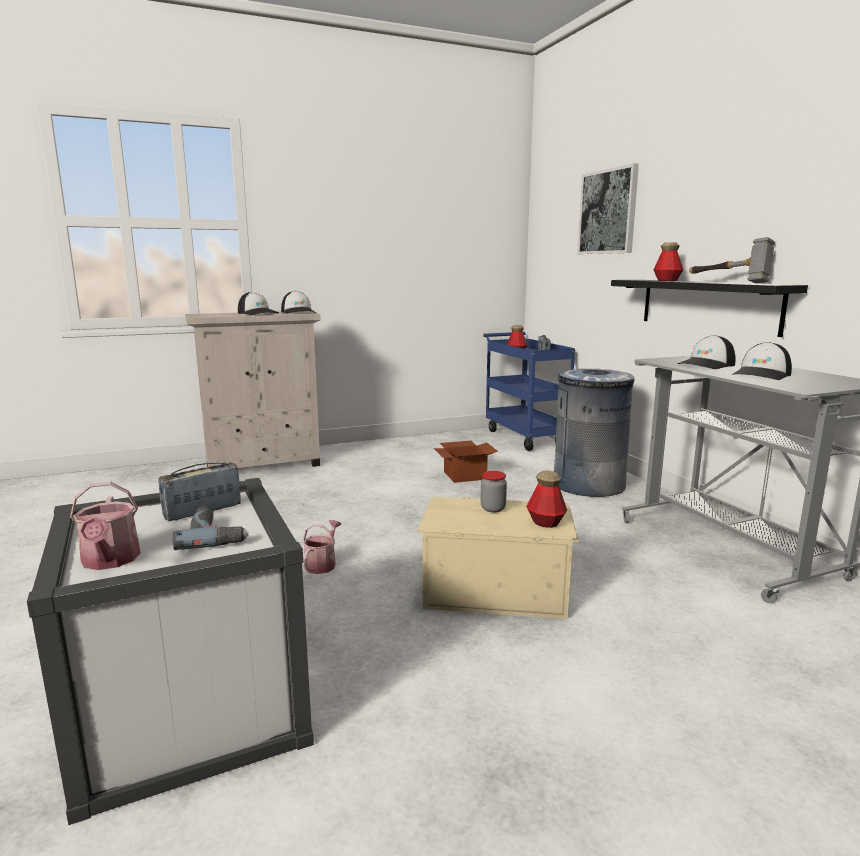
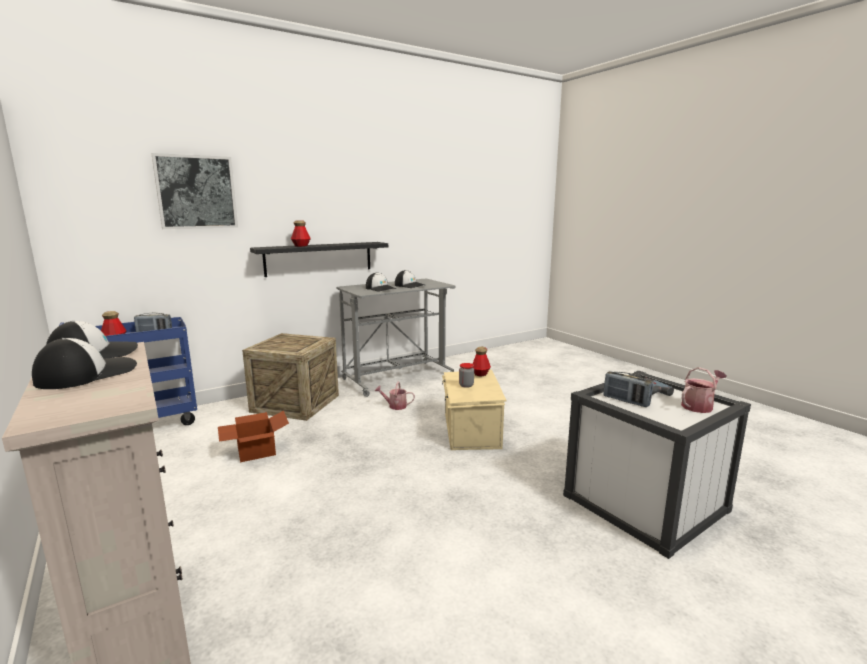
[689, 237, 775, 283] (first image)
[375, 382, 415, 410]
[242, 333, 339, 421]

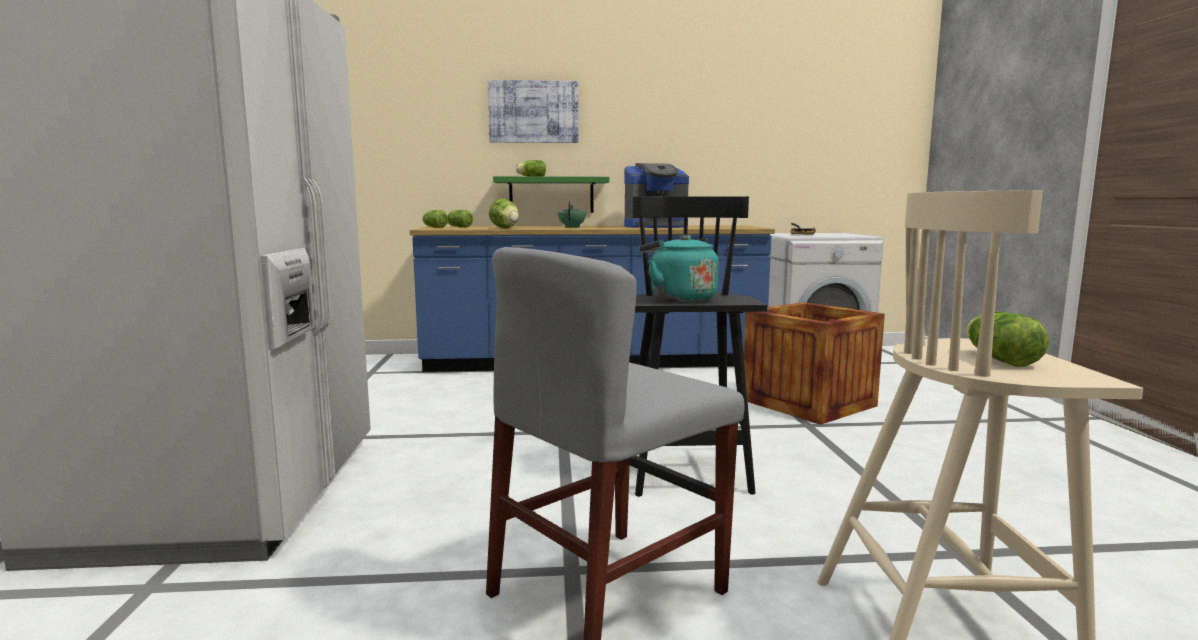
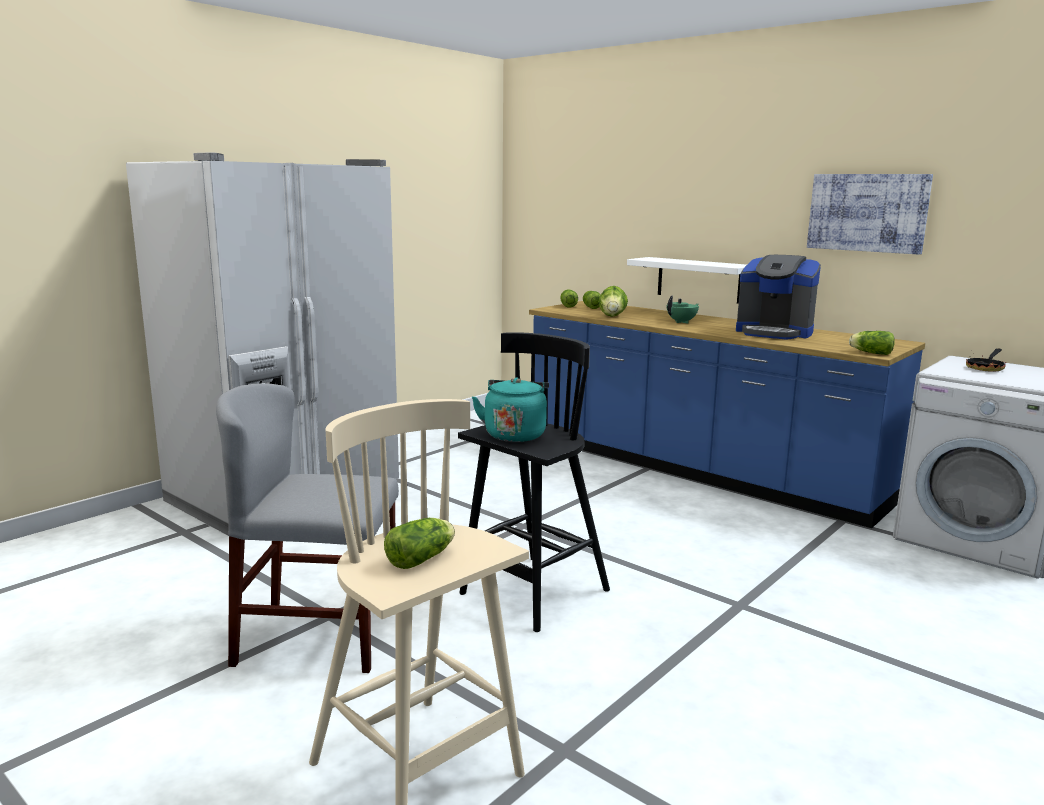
[744, 302, 885, 425] (first image)
[807, 174, 933, 255]
[849, 331, 895, 355]
[627, 257, 746, 304]

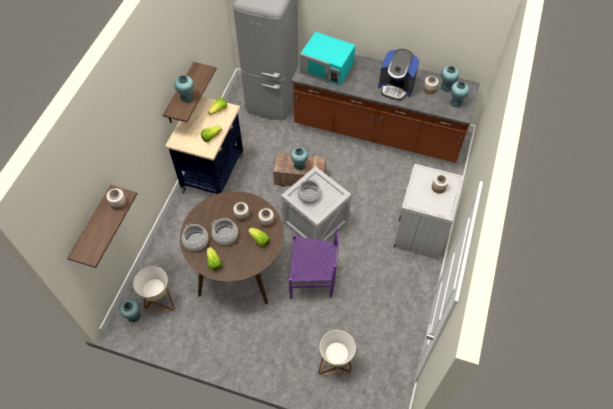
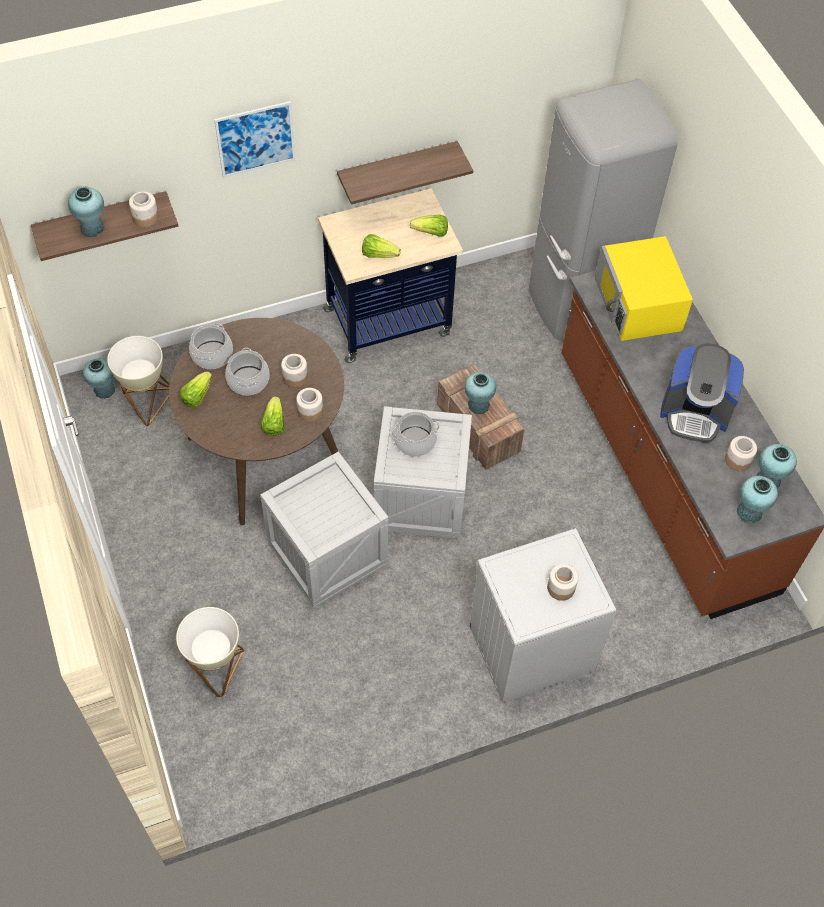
[214, 101, 296, 178]
[68, 187, 104, 237]
[260, 452, 388, 608]
[595, 236, 693, 341]
[660, 343, 744, 442]

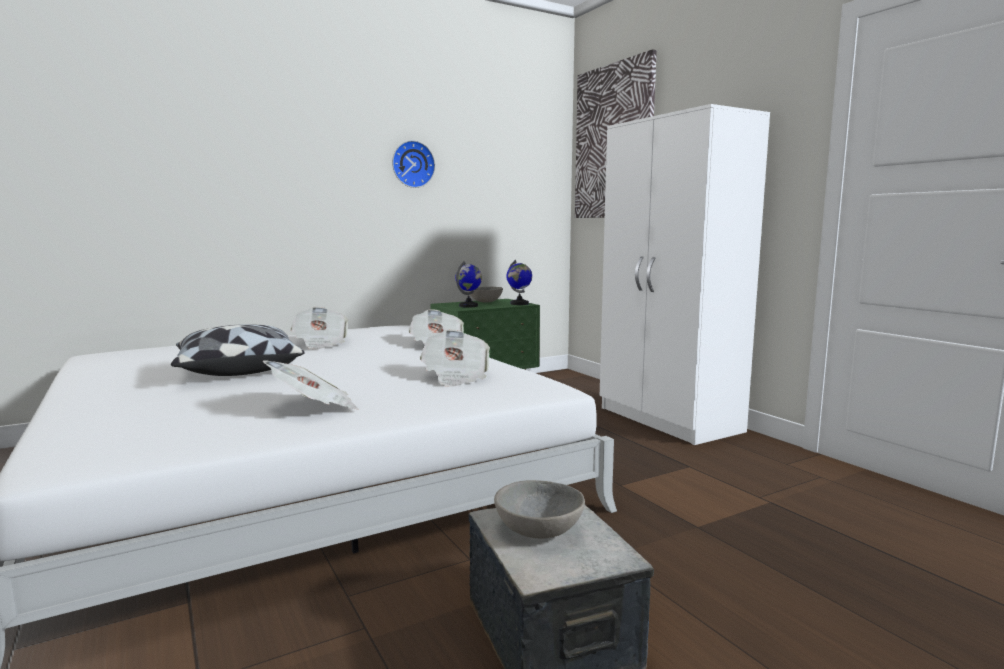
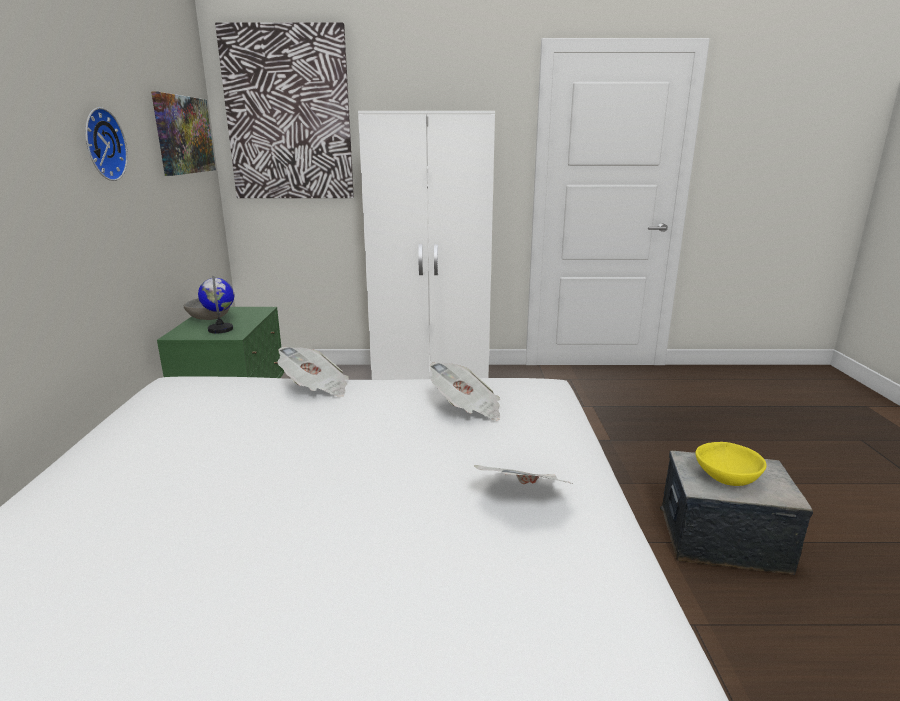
[171, 325, 305, 376] (first image)
[290, 307, 348, 349] (first image)
[506, 260, 532, 305] (first image)
[151, 92, 216, 176]
[695, 442, 767, 486]

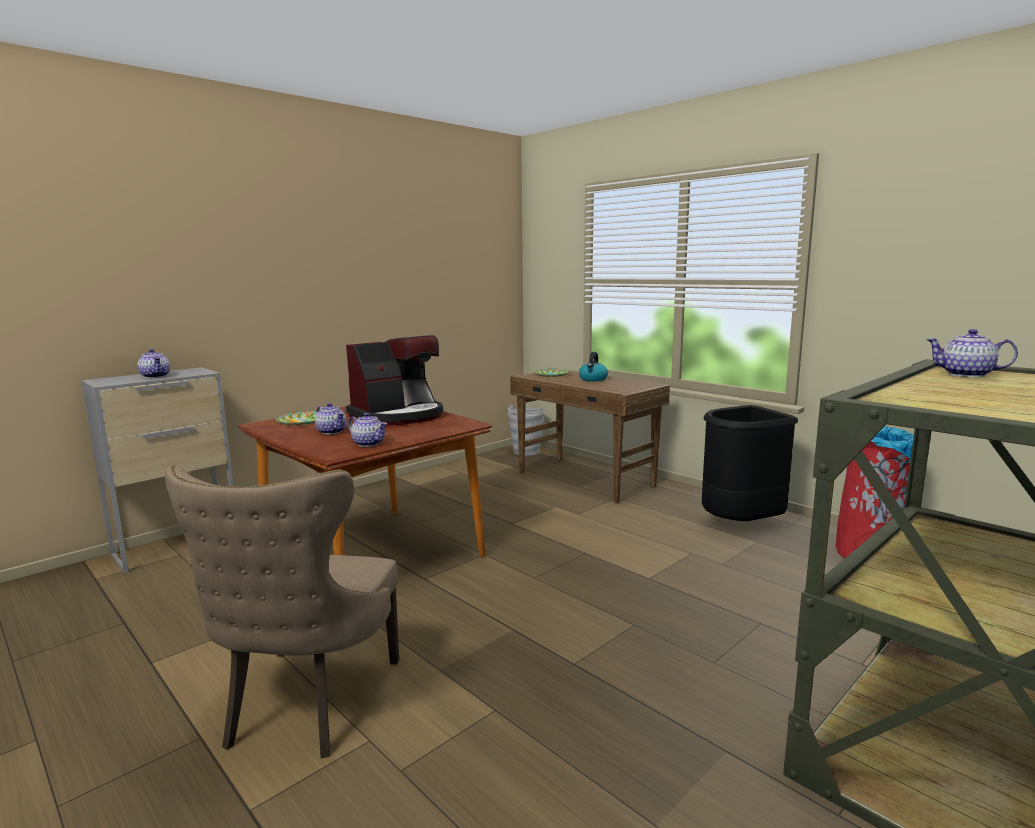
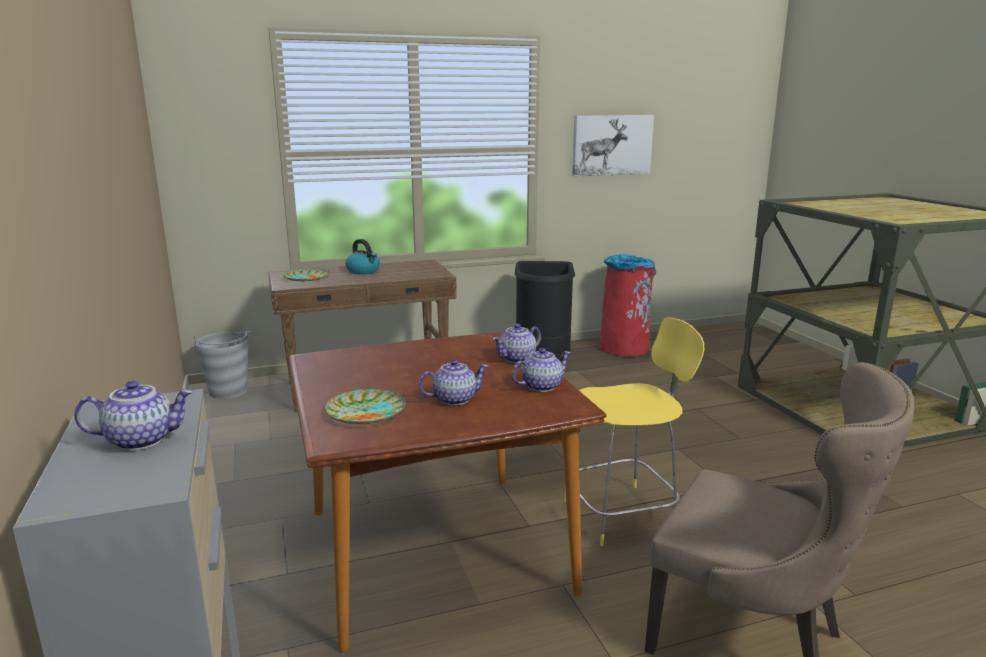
[346, 335, 443, 425] (first image)
[564, 317, 704, 546]
[572, 115, 654, 176]
[493, 324, 541, 363]

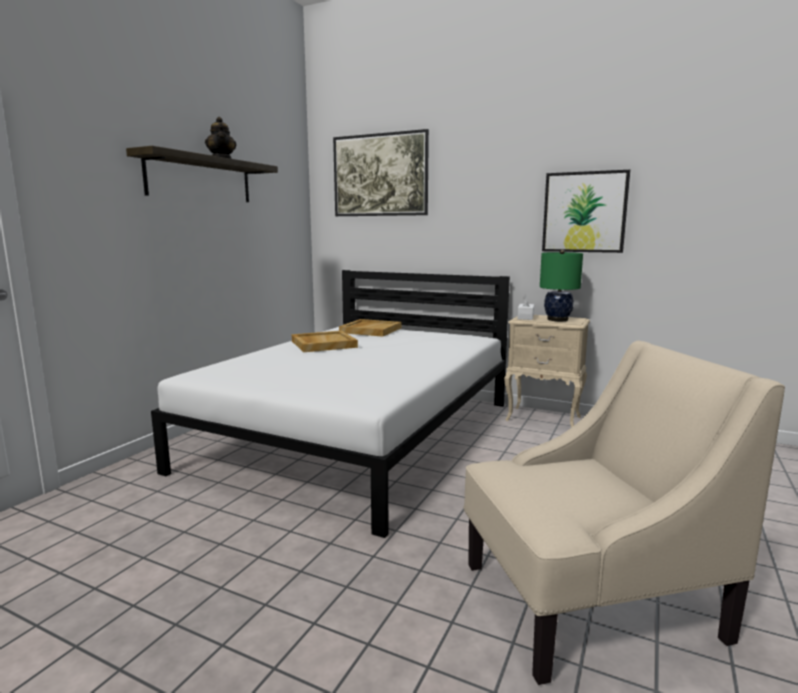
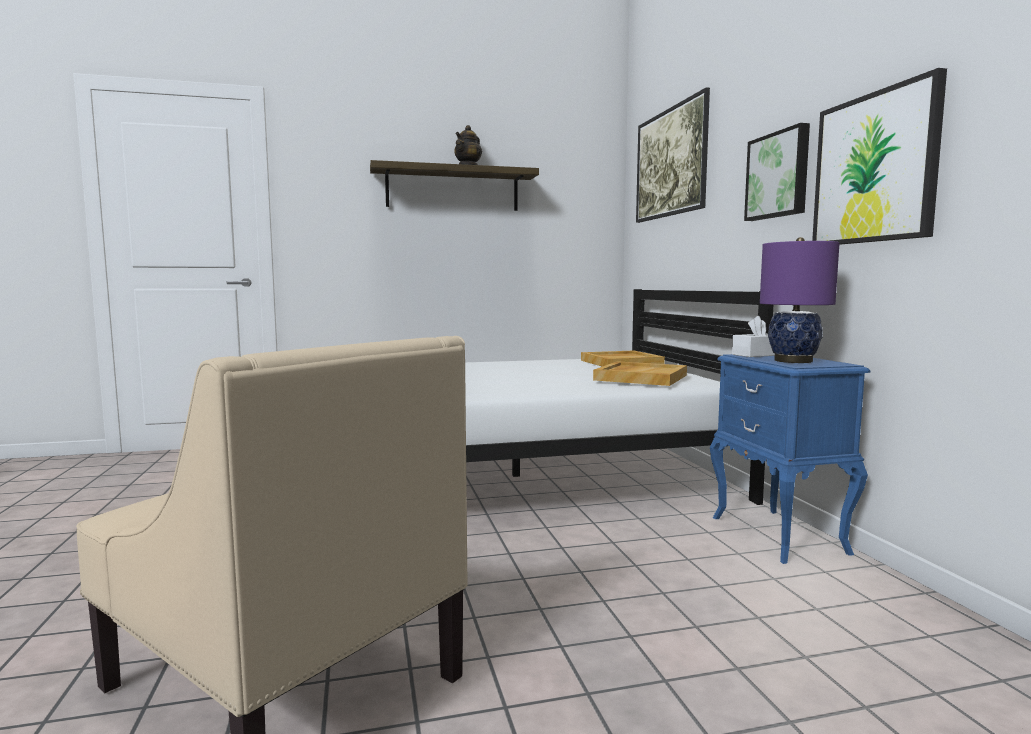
[744, 123, 810, 221]
[593, 361, 687, 386]
[710, 354, 870, 564]
[760, 237, 840, 363]

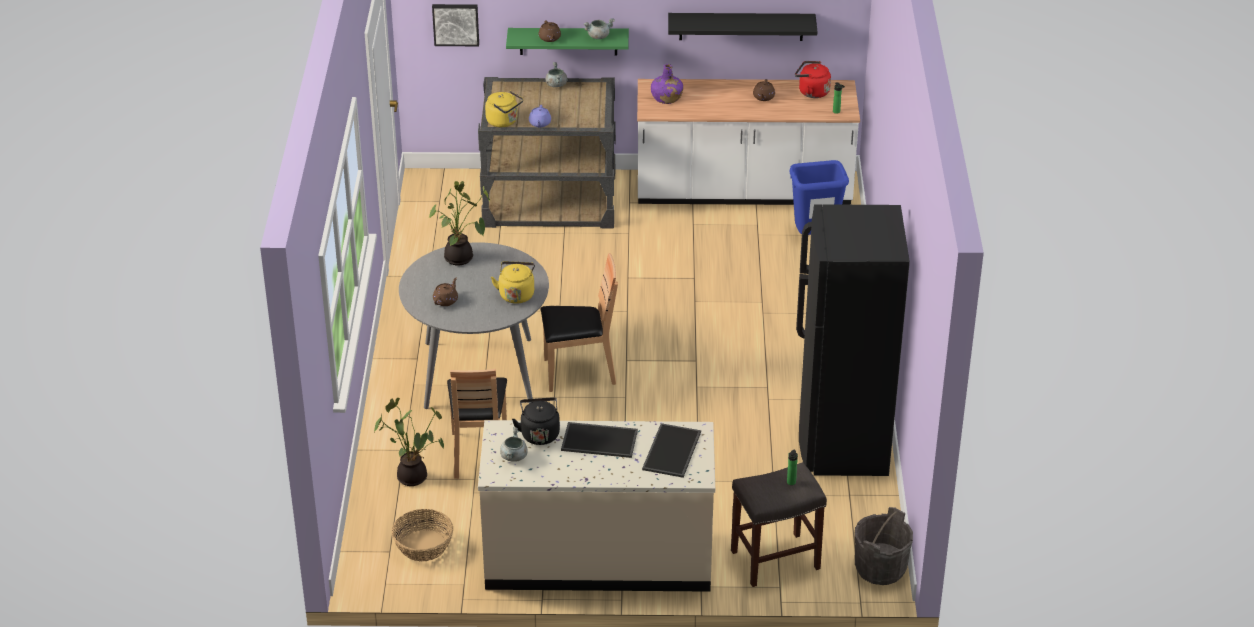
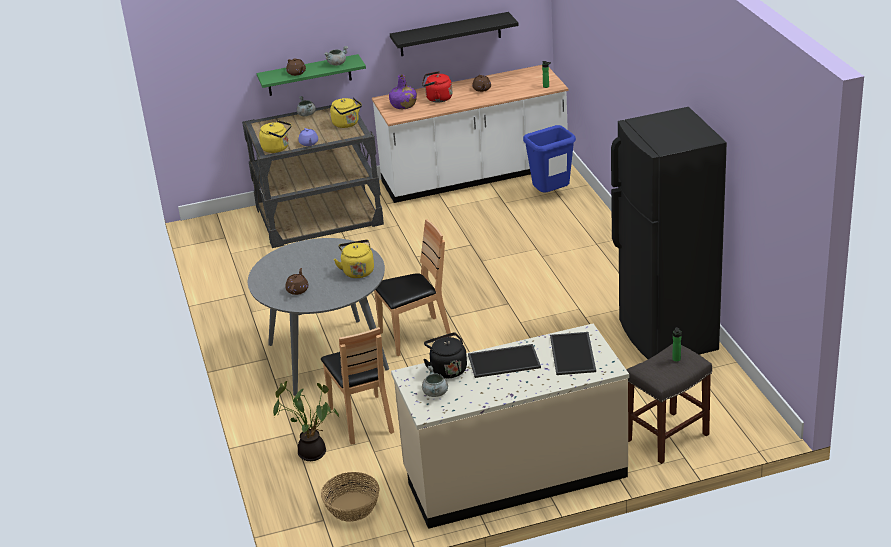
[429, 181, 490, 265] (first image)
[432, 4, 479, 46] (first image)
[855, 507, 913, 585] (first image)
[330, 97, 362, 128]
[422, 71, 453, 103]

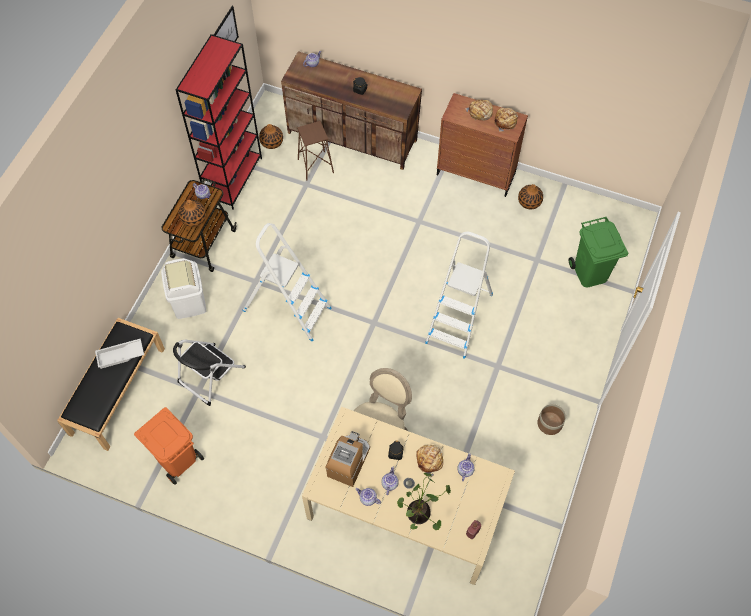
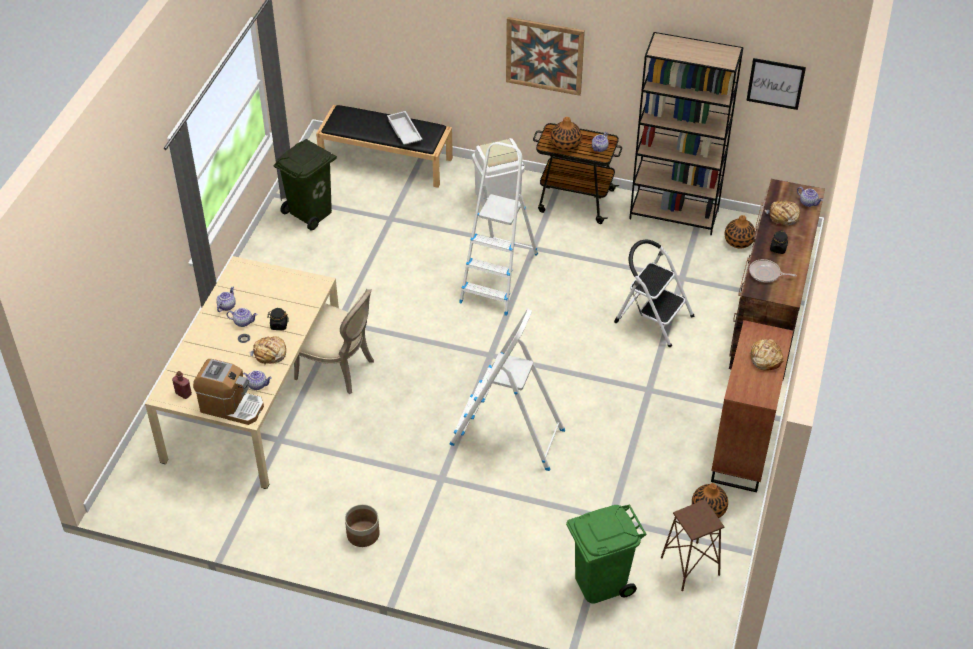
[397, 473, 451, 530] (first image)
[506, 17, 585, 96]
[749, 259, 797, 282]
[614, 240, 694, 347]
[661, 500, 724, 591]
[193, 359, 264, 425]
[765, 200, 800, 226]
[273, 139, 337, 231]
[629, 32, 743, 235]

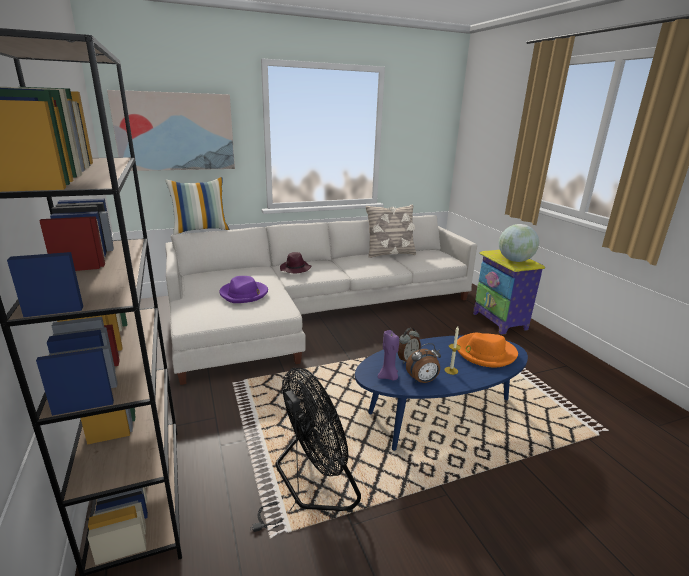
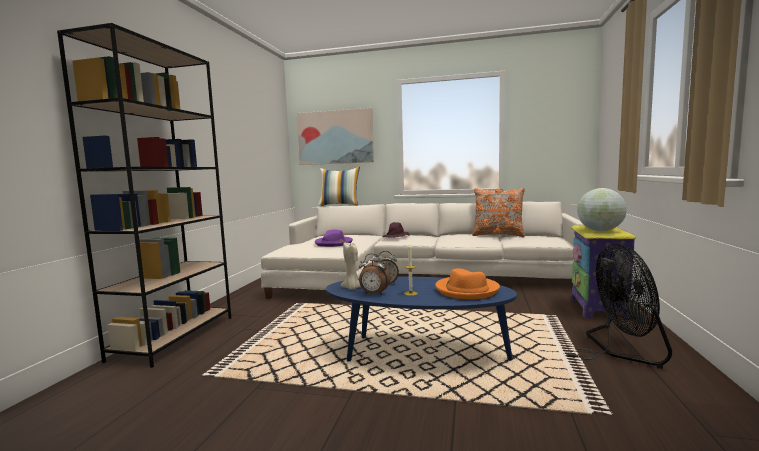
[566, 244, 672, 369]
[472, 188, 525, 237]
[341, 243, 361, 290]

